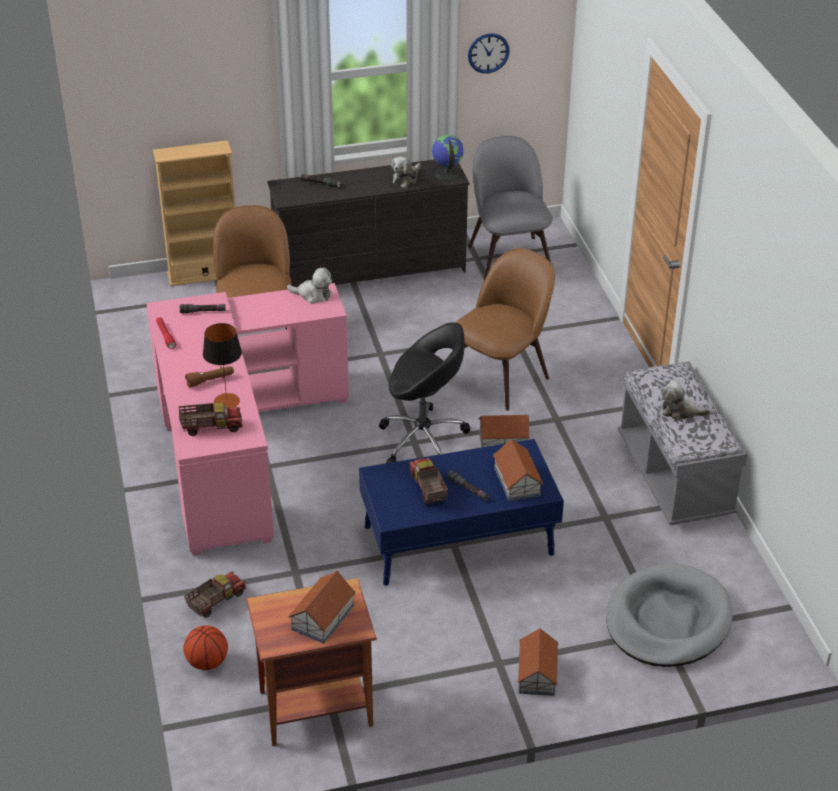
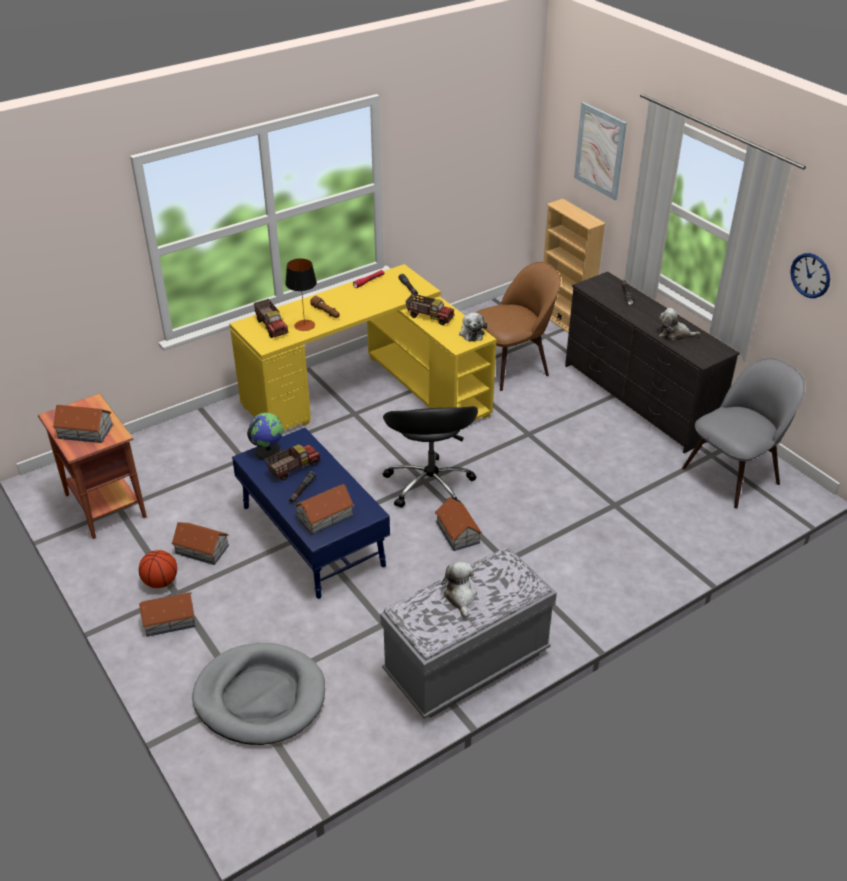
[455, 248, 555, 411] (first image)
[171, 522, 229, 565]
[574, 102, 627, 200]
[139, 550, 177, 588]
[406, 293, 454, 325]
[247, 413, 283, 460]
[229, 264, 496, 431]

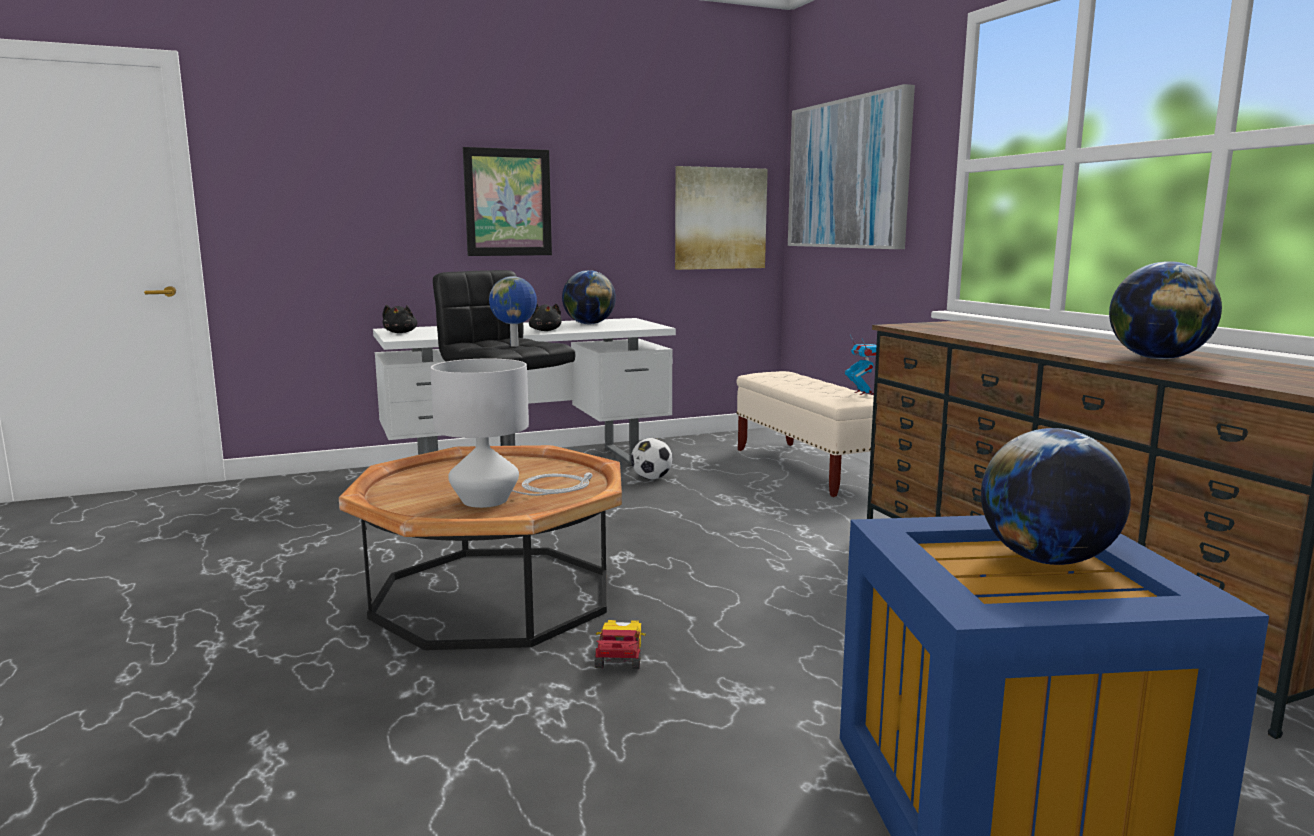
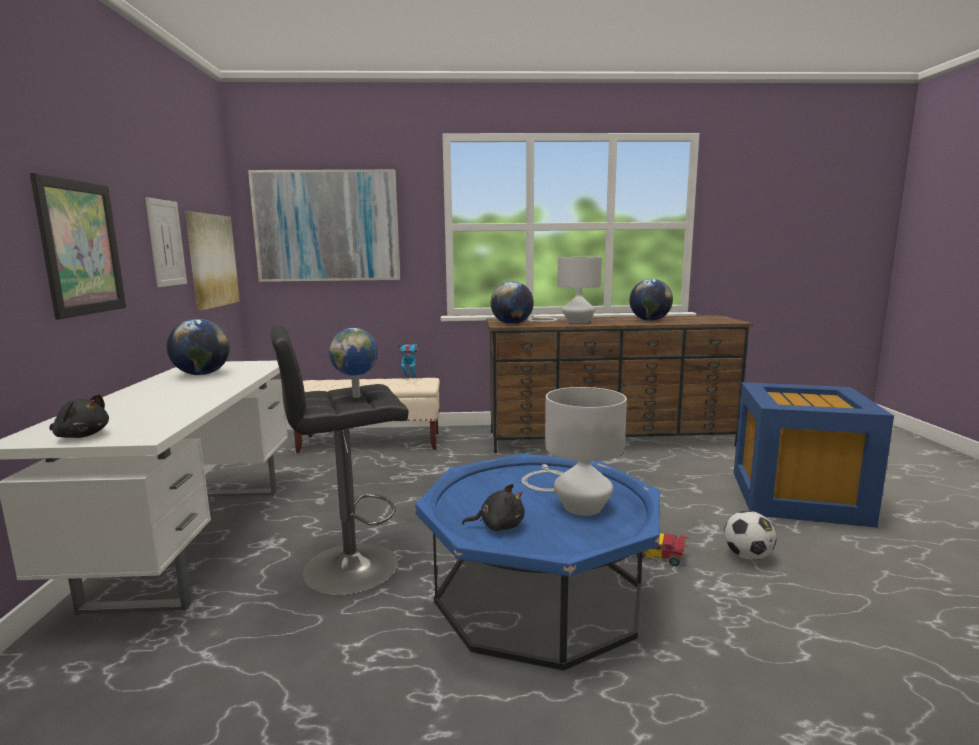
[145, 197, 187, 287]
[528, 257, 602, 324]
[462, 484, 524, 531]
[724, 511, 776, 560]
[491, 281, 534, 325]
[415, 453, 660, 671]

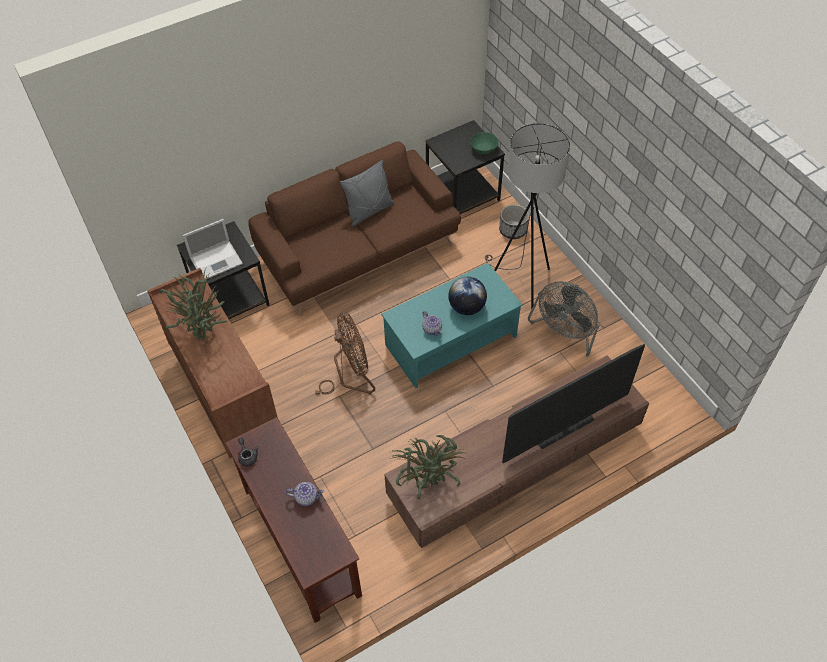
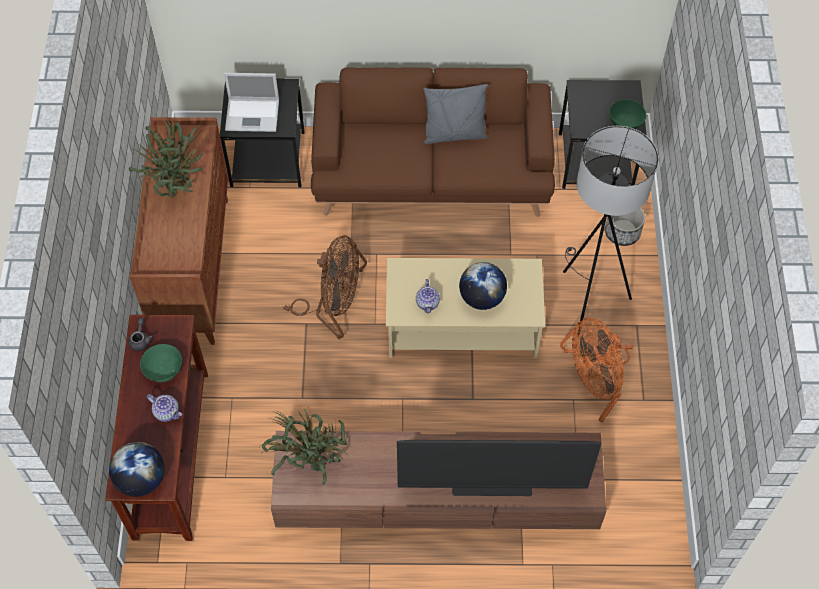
[109, 442, 165, 497]
[140, 344, 182, 382]
[386, 258, 545, 359]
[560, 318, 632, 423]

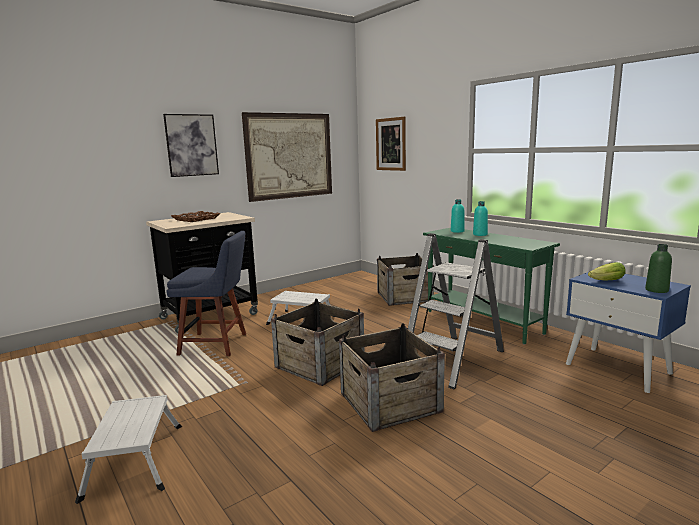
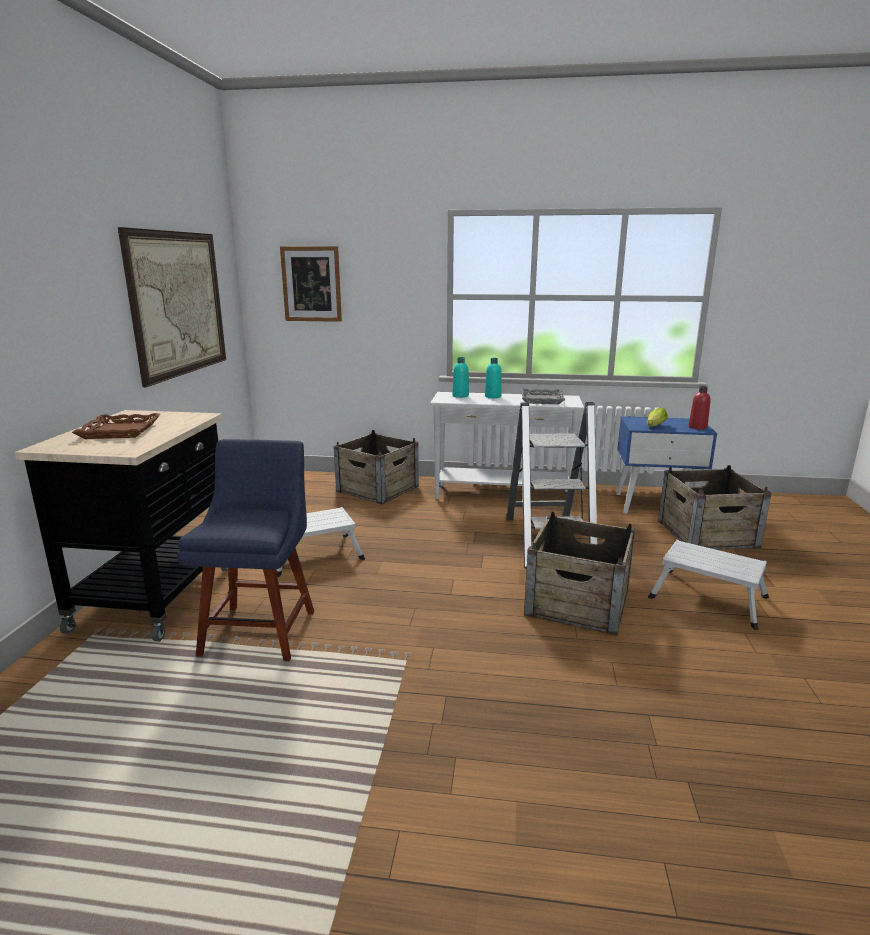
[163, 114, 219, 177] (first image)
[521, 389, 565, 404]
[648, 540, 769, 630]
[658, 465, 771, 550]
[430, 392, 584, 500]
[689, 386, 711, 430]
[177, 439, 315, 661]

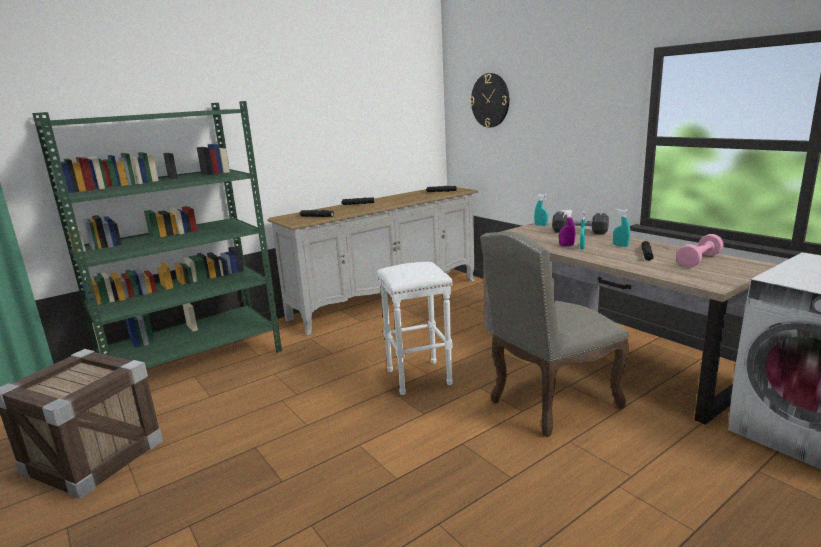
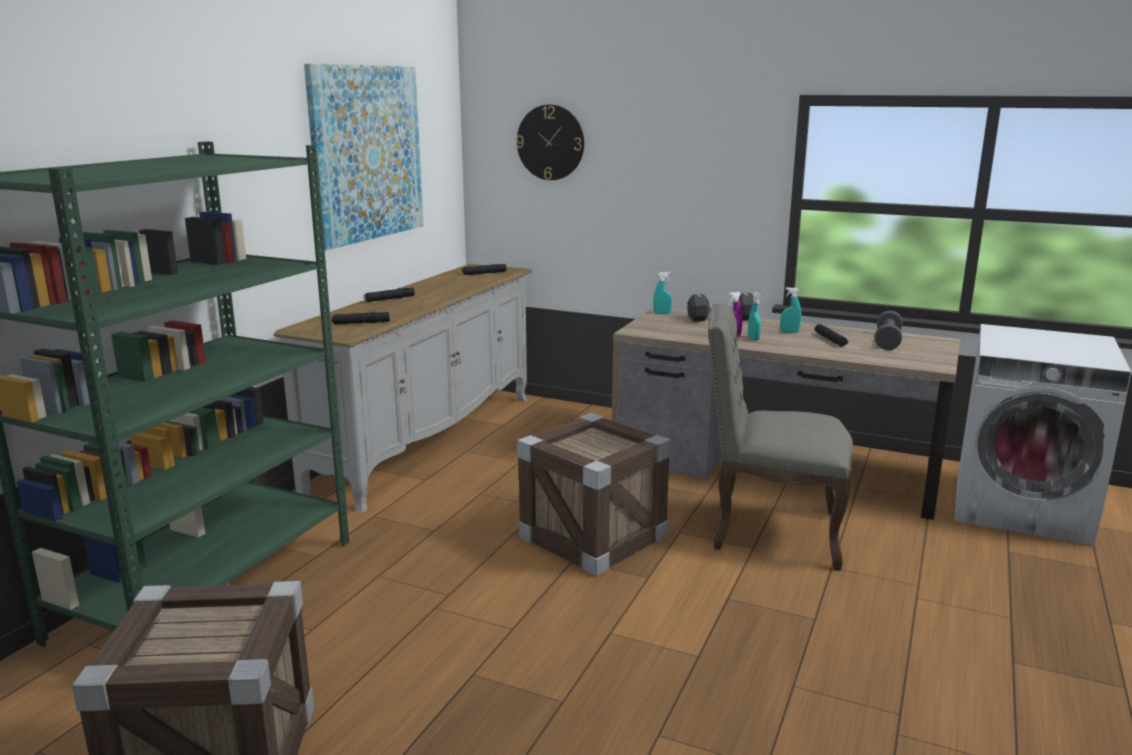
[304, 64, 423, 250]
[517, 413, 671, 576]
[875, 311, 903, 350]
[708, 303, 853, 571]

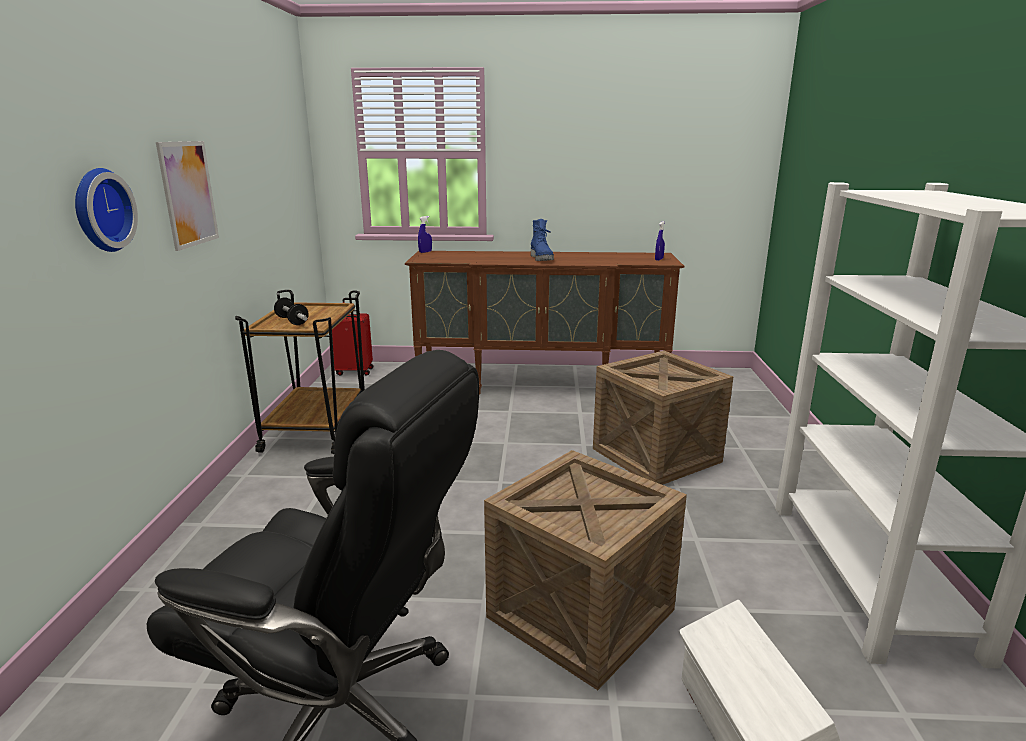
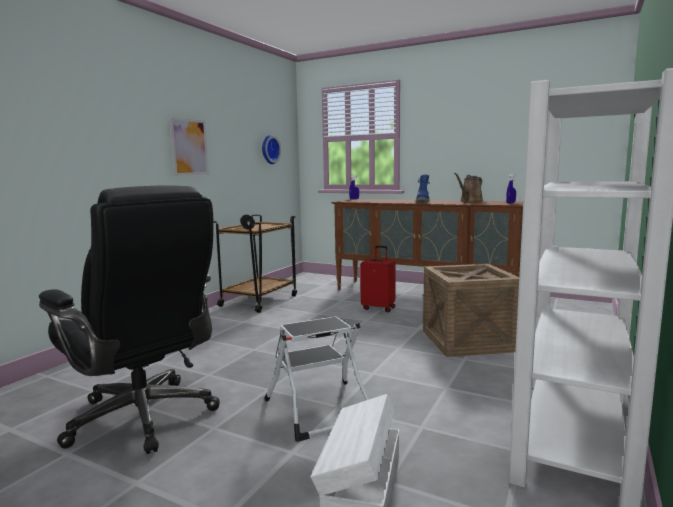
[454, 173, 483, 202]
[262, 135, 281, 164]
[360, 246, 396, 312]
[264, 317, 369, 442]

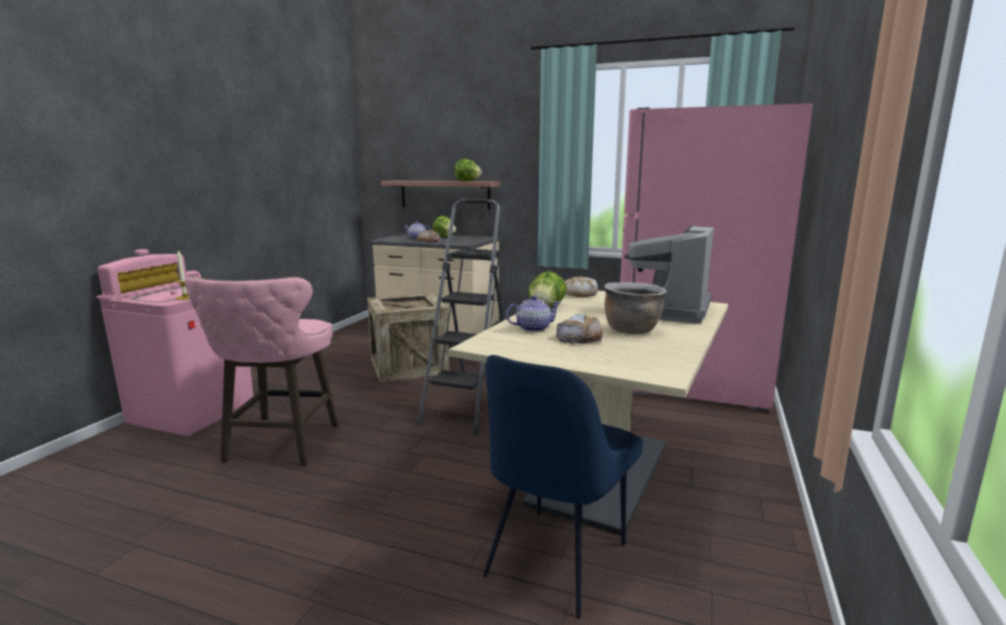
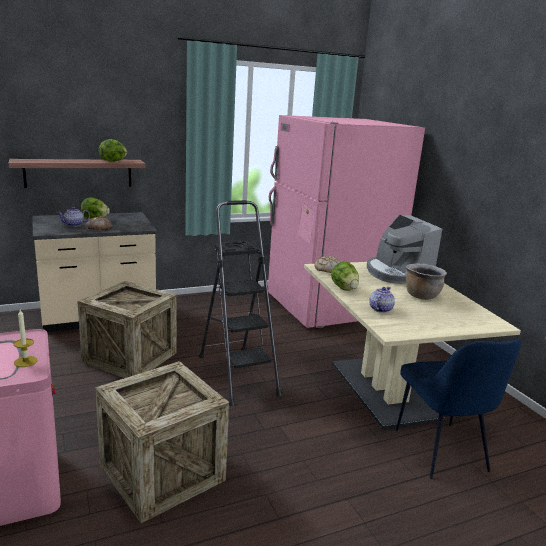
[556, 314, 603, 344] (first image)
[95, 361, 229, 523]

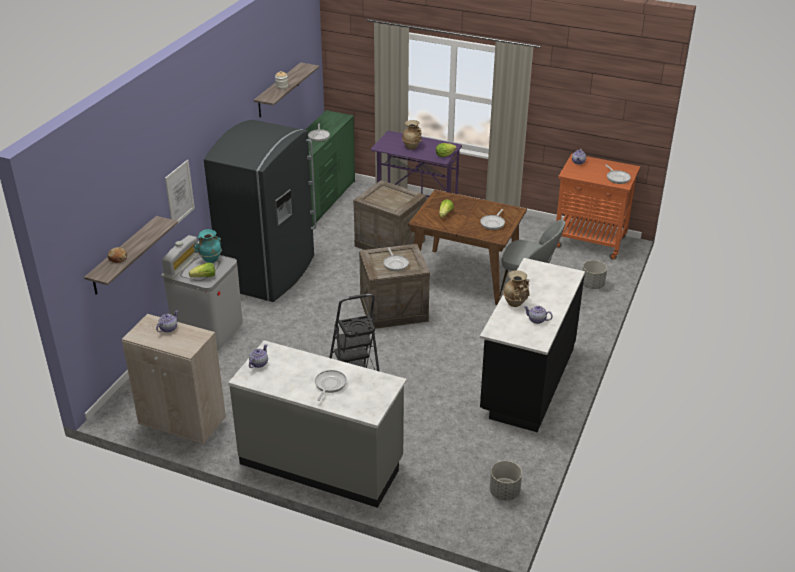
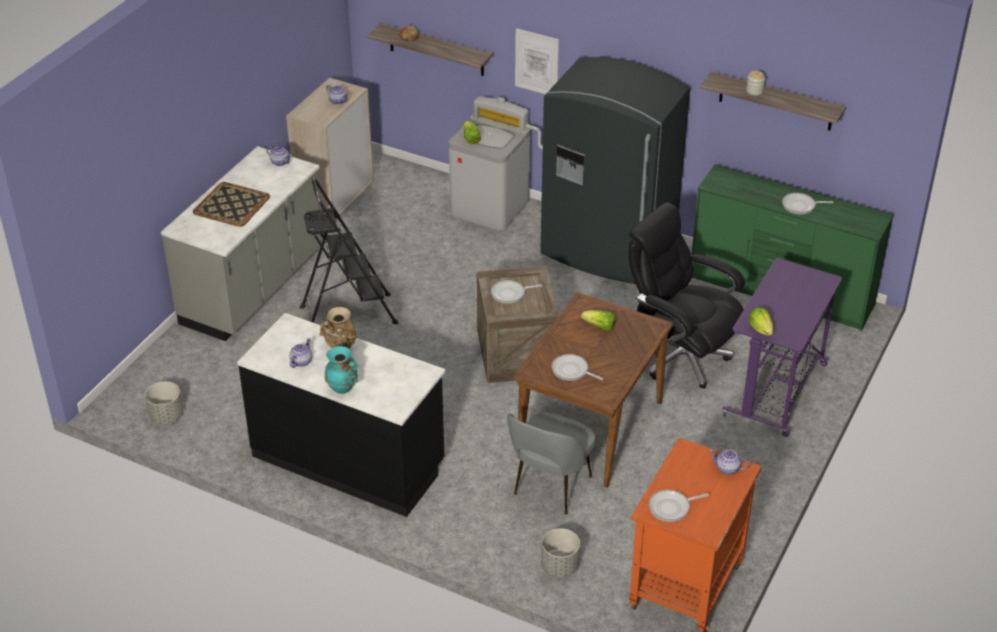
[402, 120, 422, 150] (first image)
[325, 346, 359, 394]
[193, 182, 270, 227]
[629, 202, 745, 388]

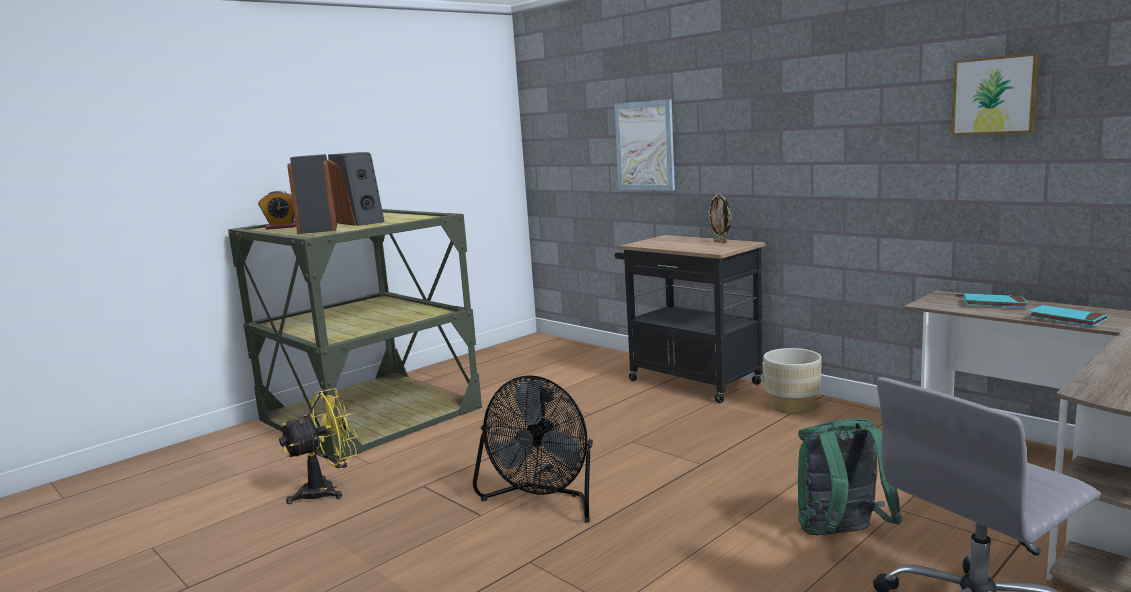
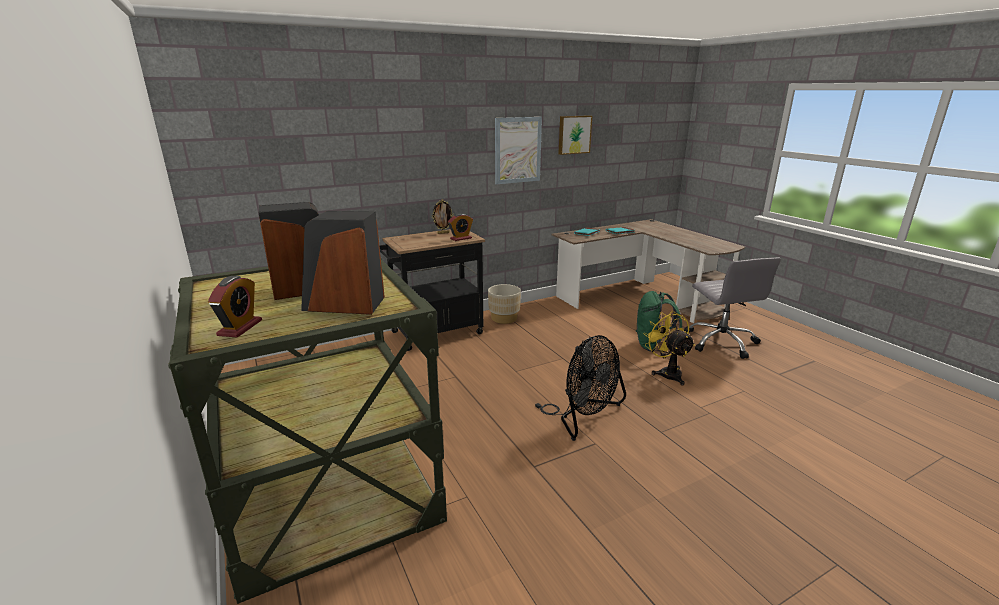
[448, 213, 473, 241]
[644, 311, 695, 386]
[495, 117, 542, 184]

